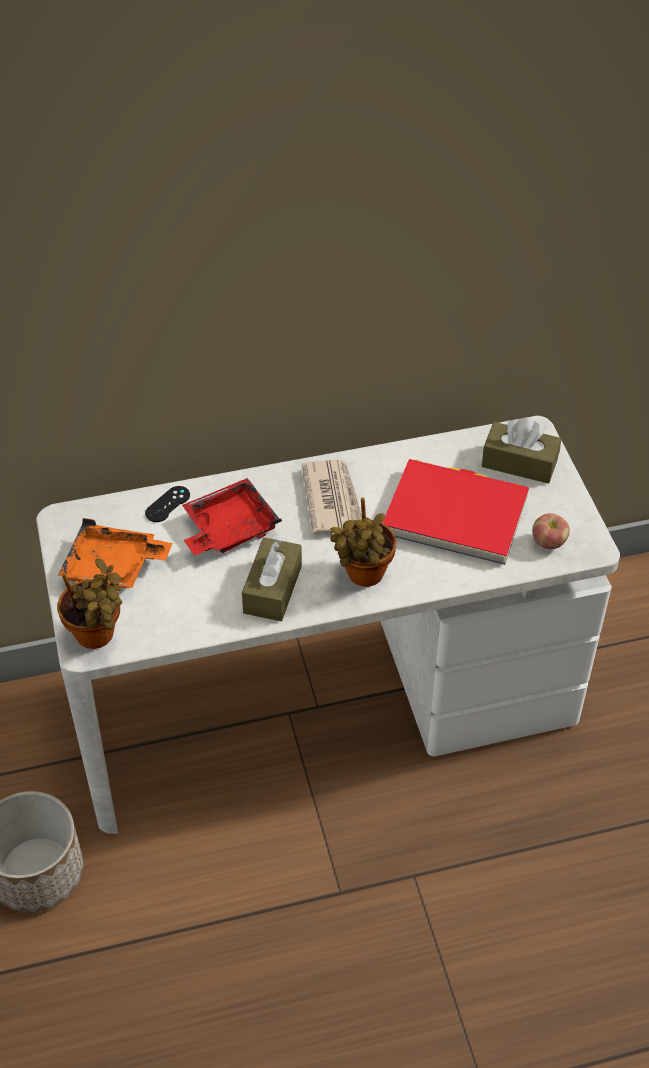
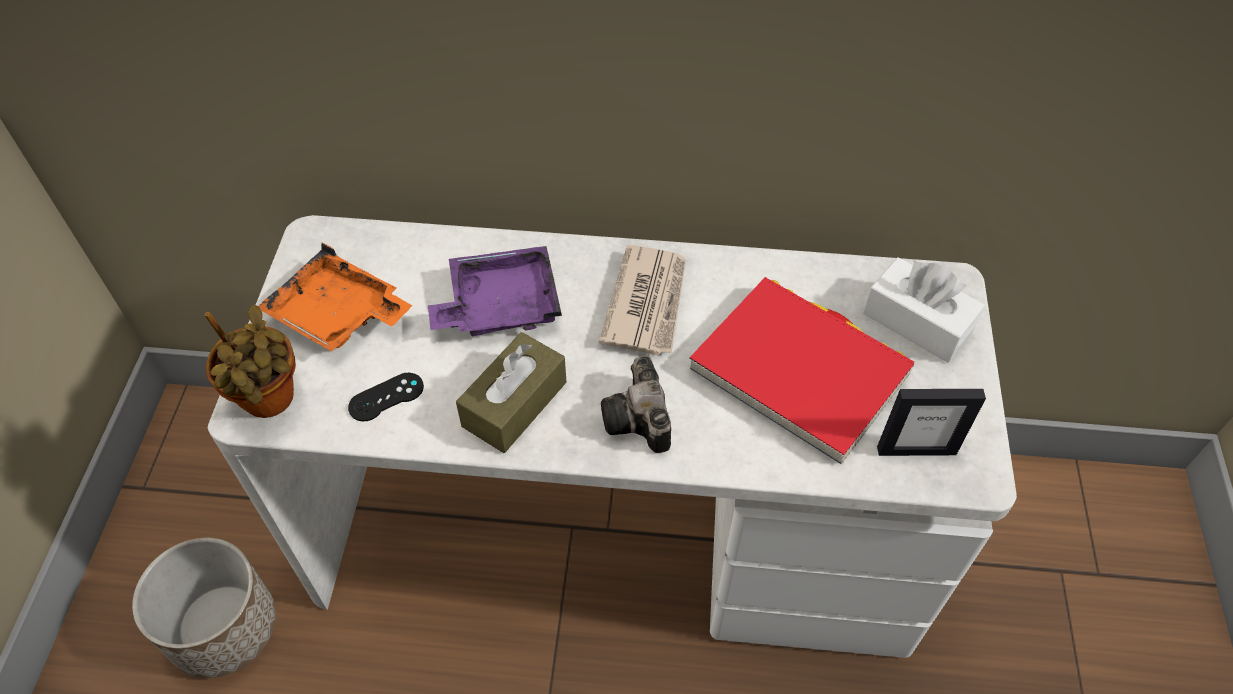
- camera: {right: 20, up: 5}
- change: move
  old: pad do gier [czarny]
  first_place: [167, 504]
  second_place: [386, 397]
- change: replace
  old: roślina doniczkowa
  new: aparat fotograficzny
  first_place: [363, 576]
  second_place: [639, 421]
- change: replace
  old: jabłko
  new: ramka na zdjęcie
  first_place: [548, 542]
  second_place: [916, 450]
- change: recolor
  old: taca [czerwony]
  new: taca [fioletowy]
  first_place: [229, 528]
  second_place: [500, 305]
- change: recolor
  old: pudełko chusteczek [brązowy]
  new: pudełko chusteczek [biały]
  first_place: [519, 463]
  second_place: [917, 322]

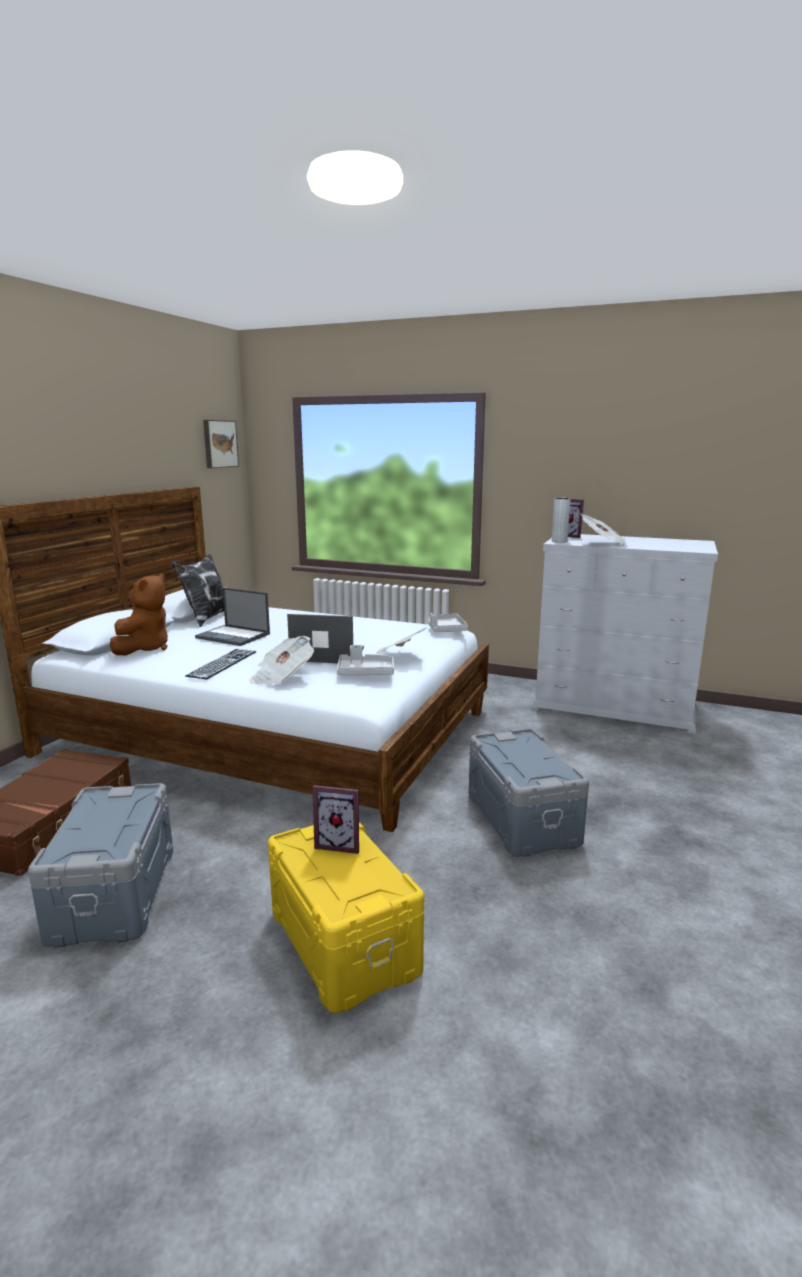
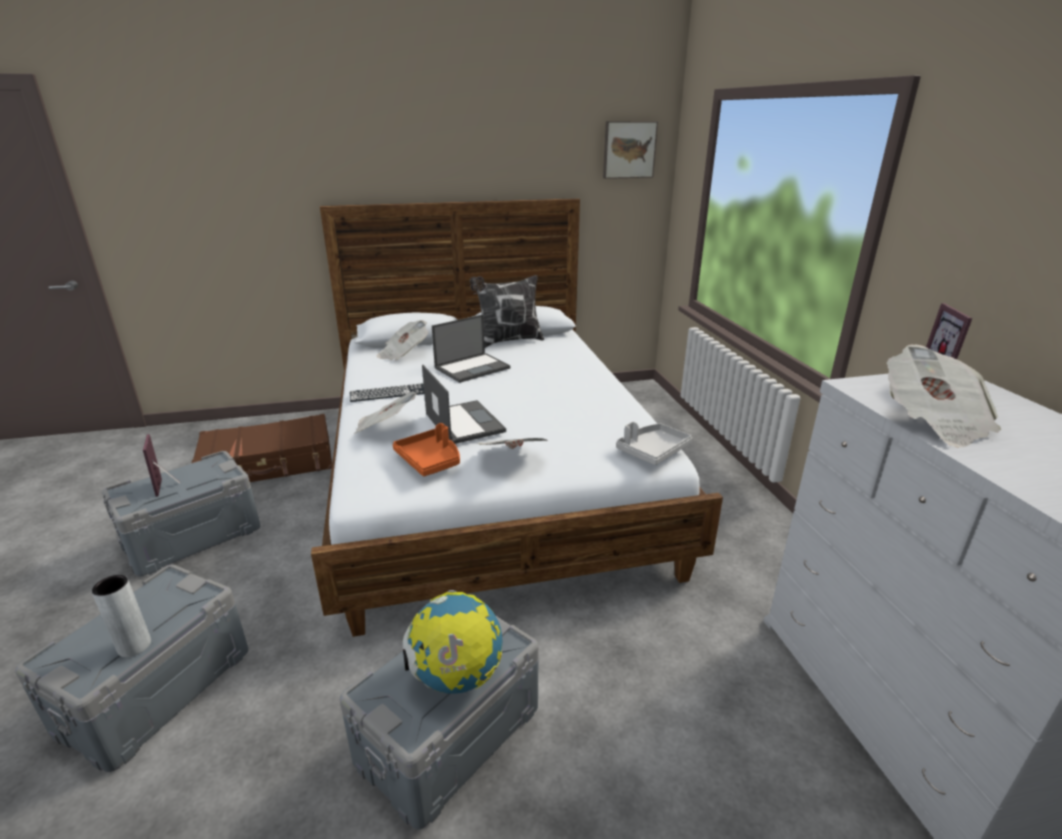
- camera: {right: 55, up: 10}
- change: insert
  new: globus
  second_place: [456, 677]
- change: move
  old: ramka na zdjęcie
  first_place: [340, 843]
  second_place: [169, 485]
- change: move
  old: wazon [szary]
  first_place: [559, 541]
  second_place: [134, 646]
- change: replace
  old: pluszak [brązowy]
  new: gazeta
  first_place: [144, 648]
  second_place: [403, 354]
- change: recolor
  old: pojemnik do przechowywania [żółty]
  new: pojemnik do przechowywania [szary]
  first_place: [341, 942]
  second_place: [155, 689]
- change: recolor
  old: taca [szary]
  new: taca [pomarańczowy]
  first_place: [365, 673]
  second_place: [430, 460]
- change: rotate
  old: laptop
  first_place: [234, 636]
  second_place: [473, 368]
  degrees: -120

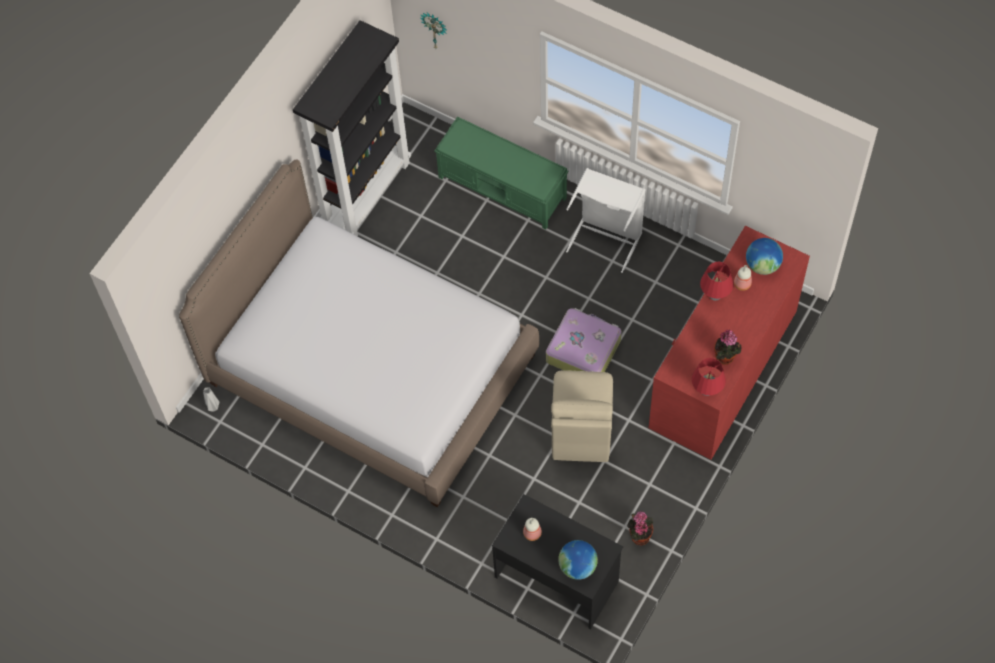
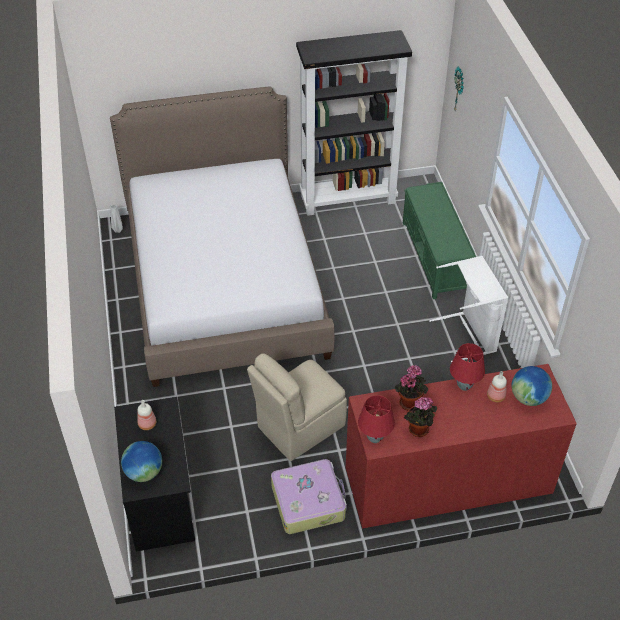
- camera: {right: 45, up: -15}
- change: move
  old: walizka
  first_place: [583, 349]
  second_place: [308, 501]
- change: move
  old: roślina doniczkowa
  first_place: [639, 535]
  second_place: [409, 401]

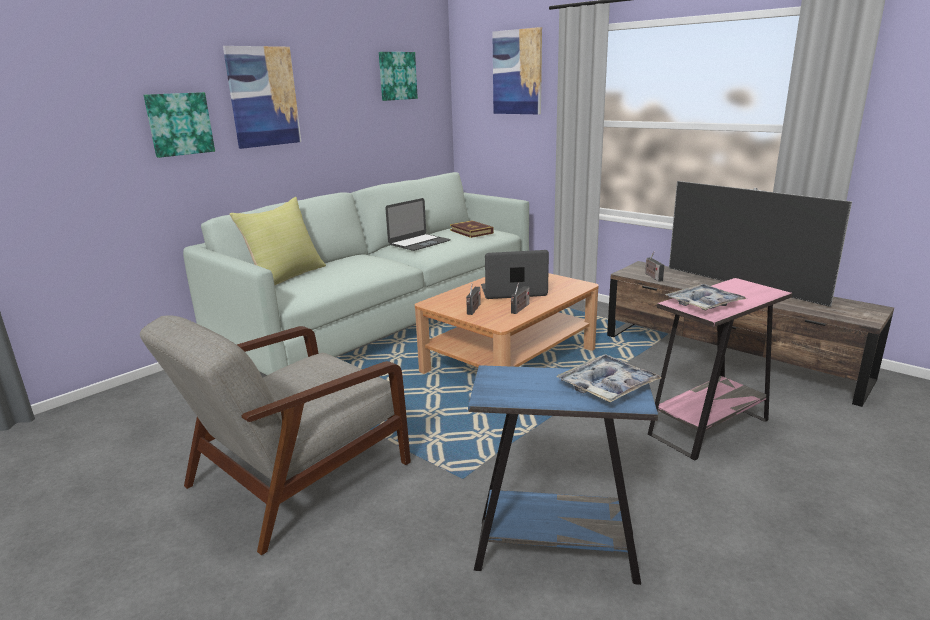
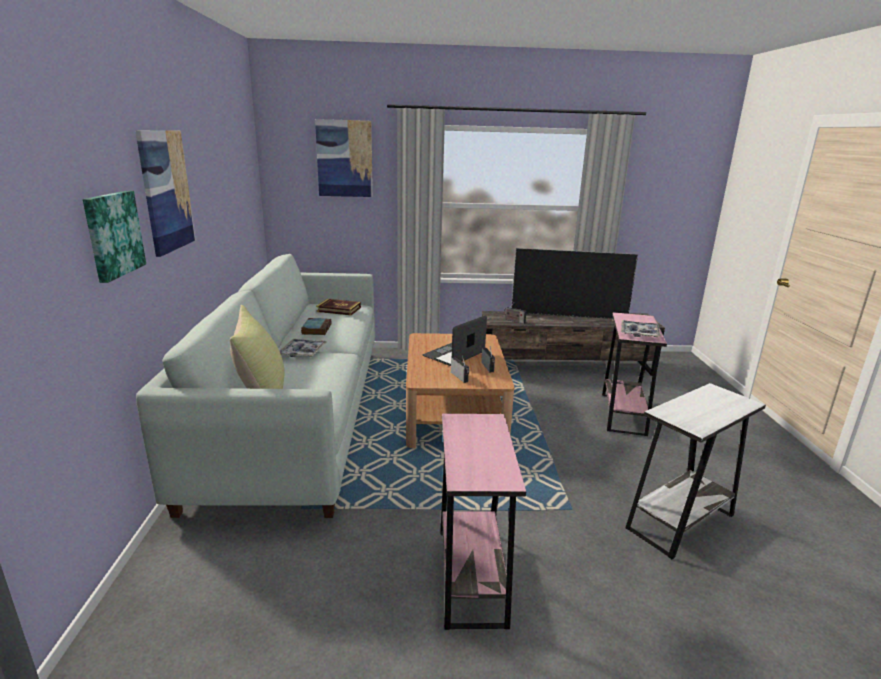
- camera: {right: -45, up: 0}
- change: delete
  old: obraz
  first_place: [397, 76]
- change: move
  old: taca
  first_place: [607, 386]
  second_place: [302, 352]
- change: replace
  old: fotel [szary]
  new: stolik [różowy]
  first_place: [296, 476]
  second_place: [471, 575]
- change: replace
  old: laptop
  new: książka
  first_place: [419, 242]
  second_place: [316, 329]
- change: recolor
  old: stolik [niebieski]
  new: stolik [biały]
  first_place: [556, 550]
  second_place: [680, 521]

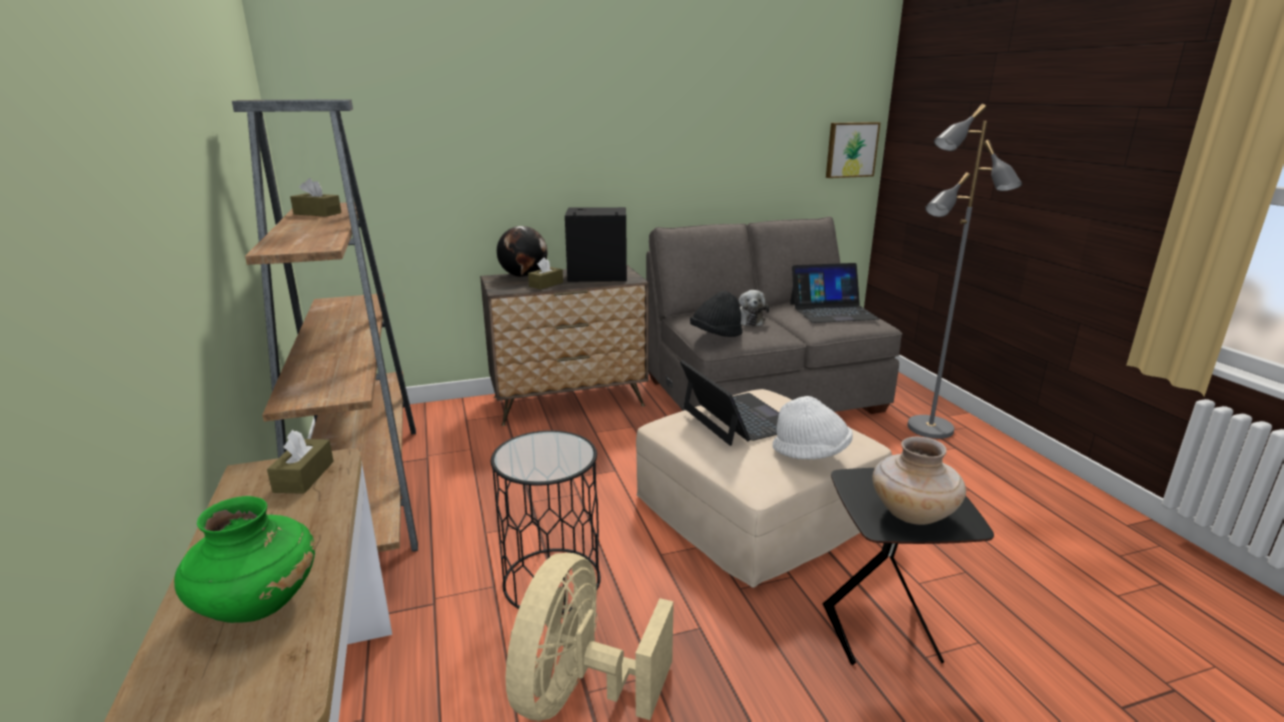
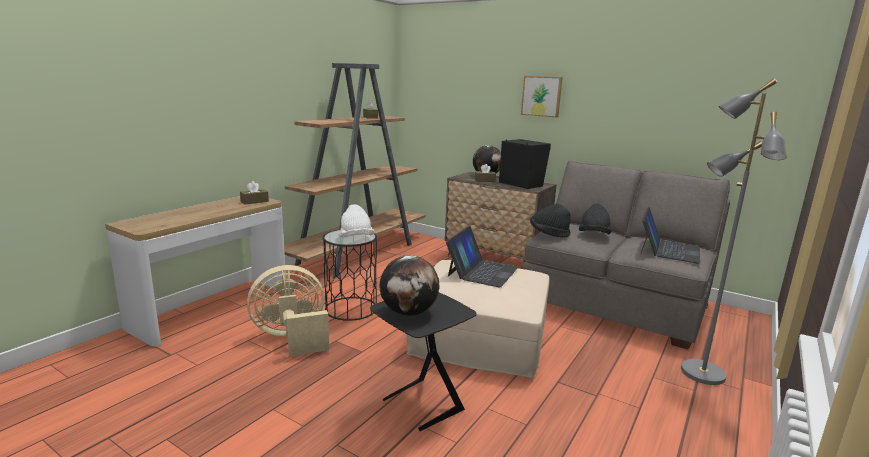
- camera: {right: 50, up: -5}
- change: delete
  old: wazon [zielony]
  first_place: [257, 604]
- change: move
  old: kapelusz [biały]
  first_place: [811, 452]
  second_place: [356, 239]
- change: move
  old: obraz
  first_place: [851, 149]
  second_place: [542, 96]
- change: replace
  old: pluszak
  new: kapelusz [czarny]
  first_place: [749, 320]
  second_place: [594, 235]
- change: replace
  old: wazon [beżowy]
  new: globus
  first_place: [912, 514]
  second_place: [409, 312]
- change: rotate
  old: laptop
  first_place: [832, 311]
  second_place: [669, 249]
  degrees: -105

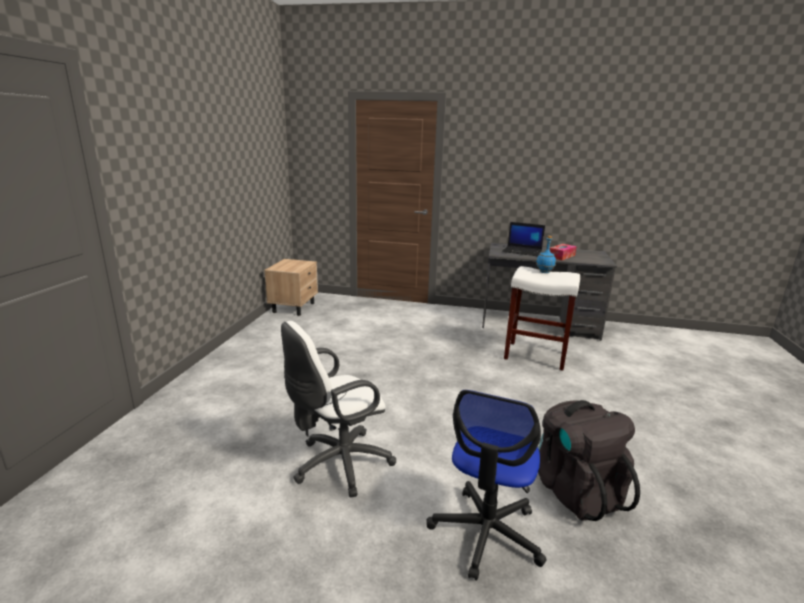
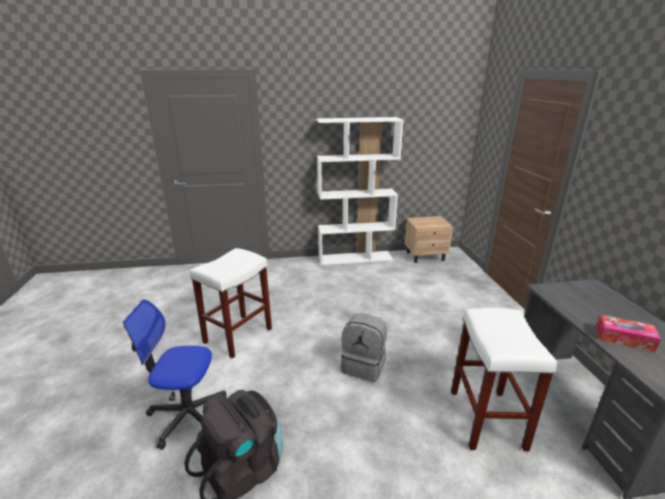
- camera: {right: 70, up: 5}
- change: delete
  old: laptop
  first_place: [522, 251]
- change: delete
  old: butelka [niebieski]
  first_place: [544, 272]
- change: insert
  new: regał [biały]
  second_place: [355, 258]
- change: insert
  new: plecak [szary]
  second_place: [364, 366]
- change: replace
  old: krzesło biurowe [biały]
  new: stołek [biały]
  first_place: [338, 465]
  second_place: [238, 335]

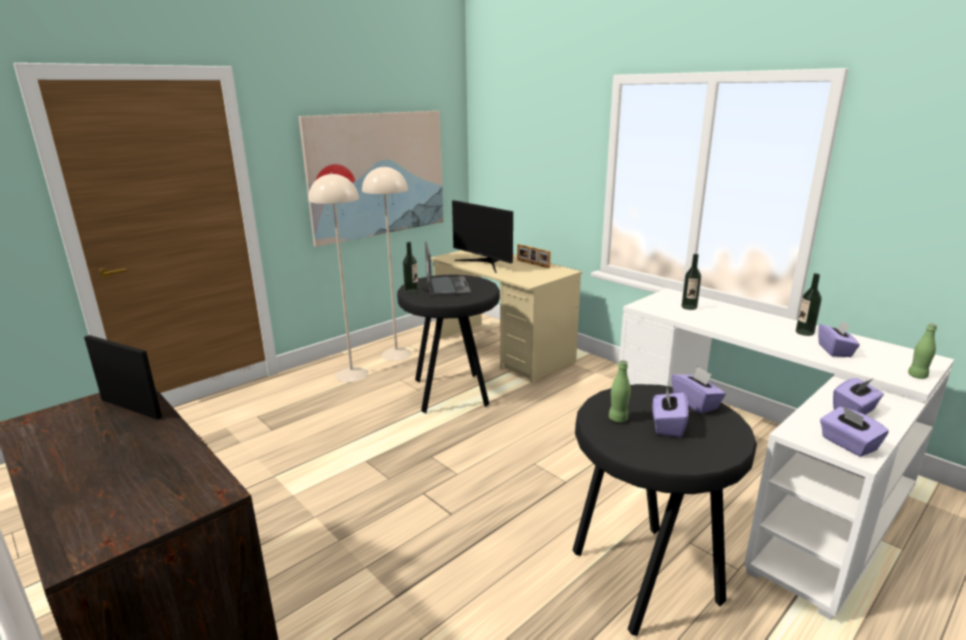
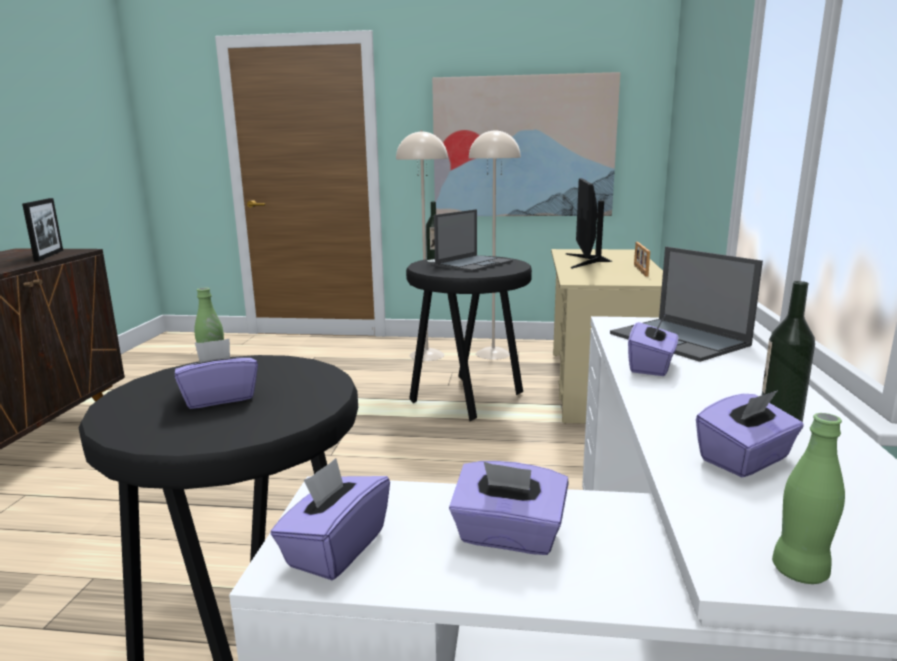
- camera: {right: 50, up: -5}
- change: move
  old: pudełko chusteczek [fioletowy]
  first_place: [696, 403]
  second_place: [651, 366]
- change: replace
  old: butelka
  new: laptop
  first_place: [689, 307]
  second_place: [680, 340]

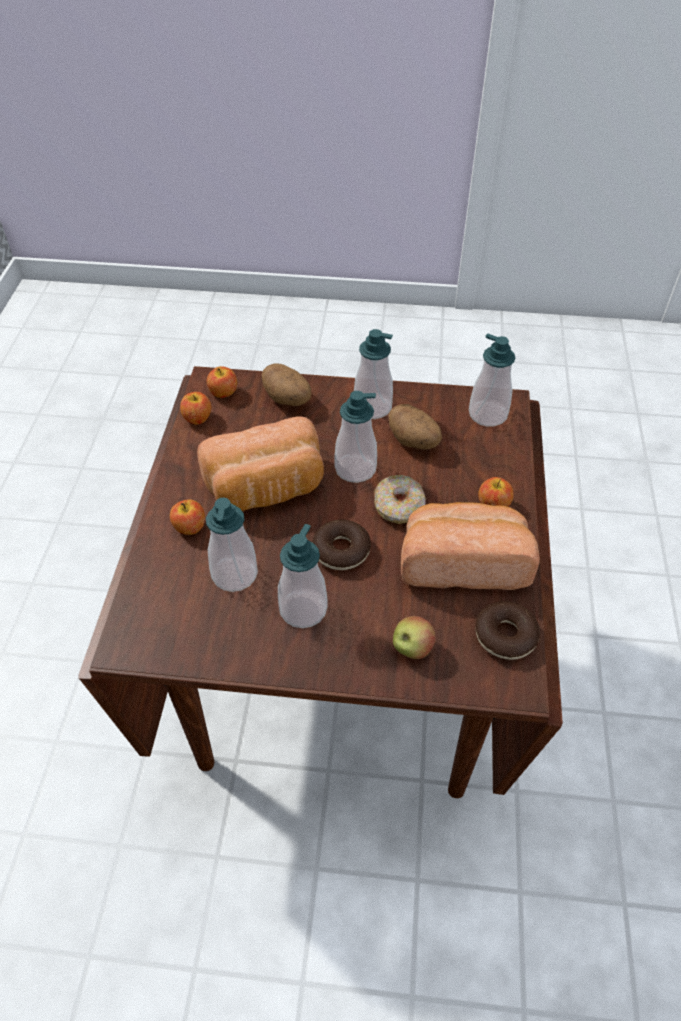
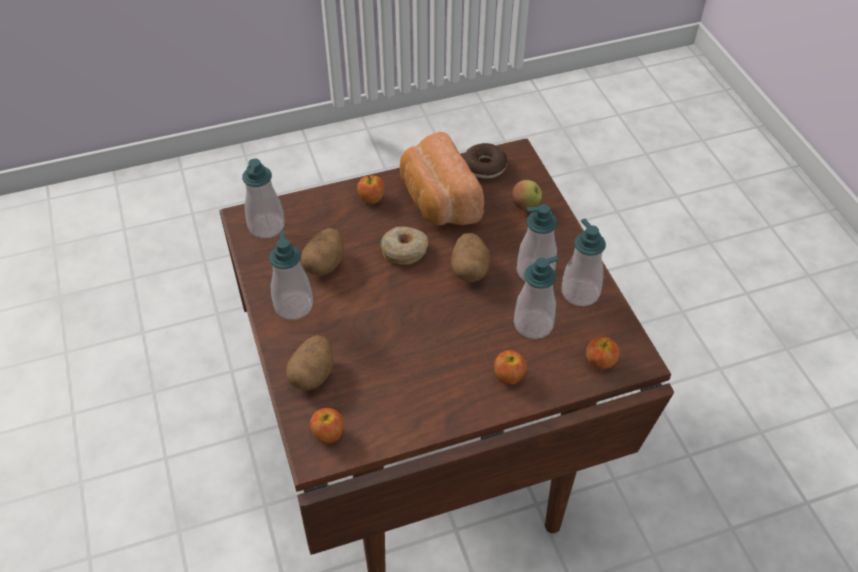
- camera: {right: -115, up: 0}
- change: delete
  old: chleb
  first_place: [267, 489]
- change: move
  old: jabłko
  first_place: [198, 418]
  second_place: [600, 362]
- change: move
  old: dozownik mydła
  first_place: [355, 469]
  second_place: [580, 292]
- change: replace
  old: donut
  new: ziemniak
  first_place: [341, 551]
  second_place: [469, 269]

